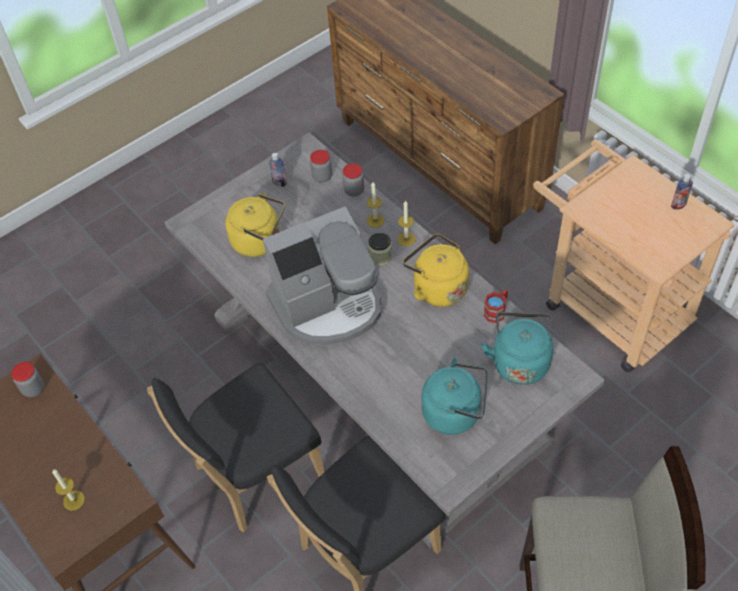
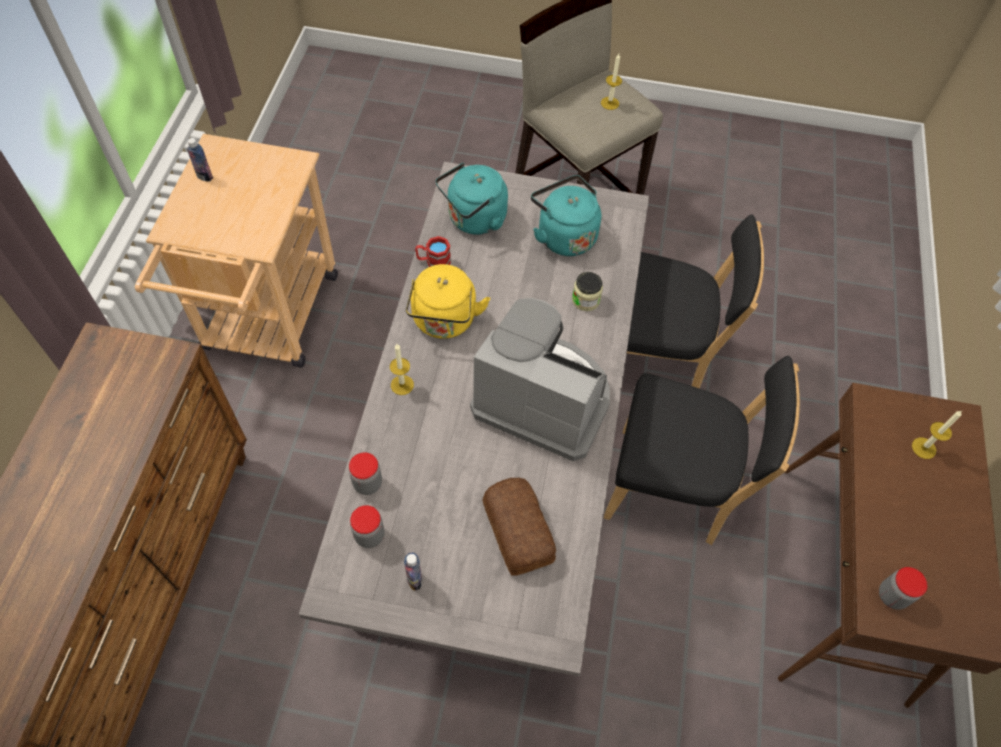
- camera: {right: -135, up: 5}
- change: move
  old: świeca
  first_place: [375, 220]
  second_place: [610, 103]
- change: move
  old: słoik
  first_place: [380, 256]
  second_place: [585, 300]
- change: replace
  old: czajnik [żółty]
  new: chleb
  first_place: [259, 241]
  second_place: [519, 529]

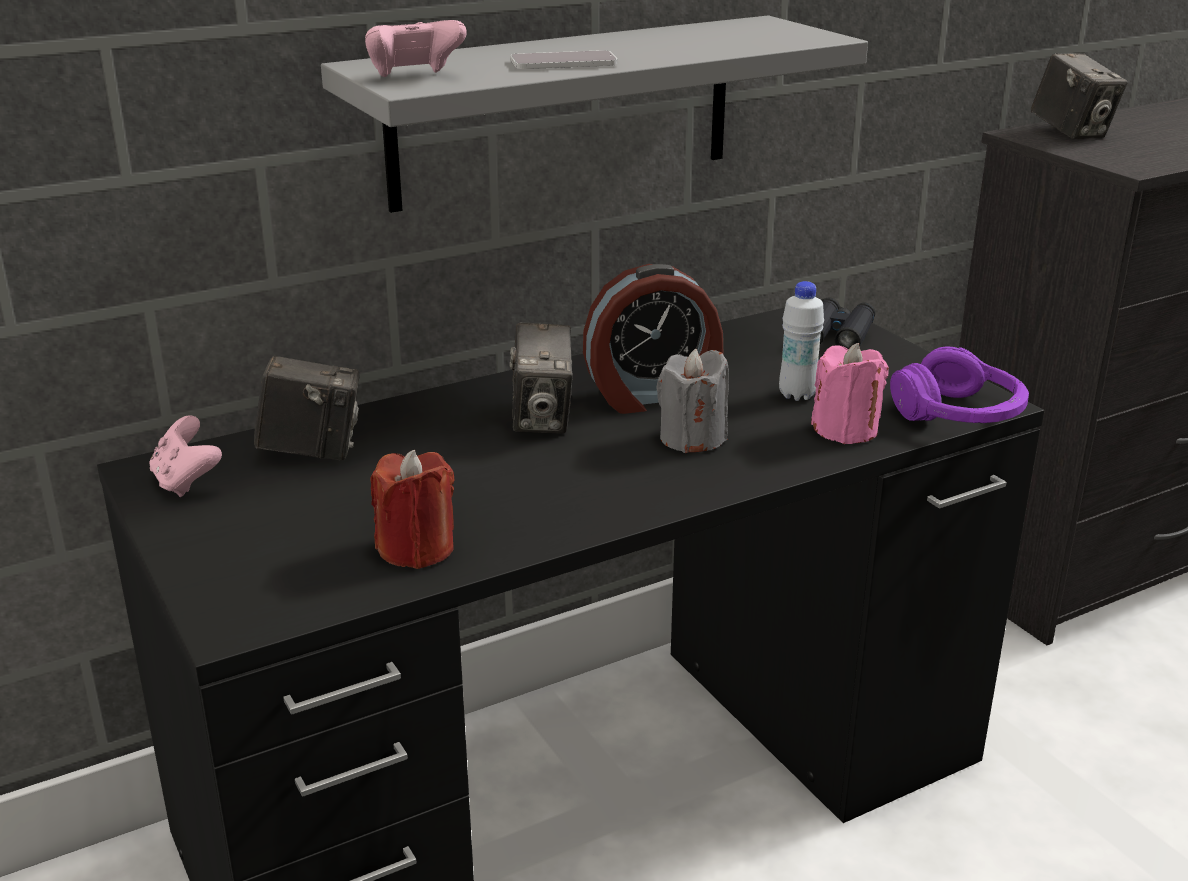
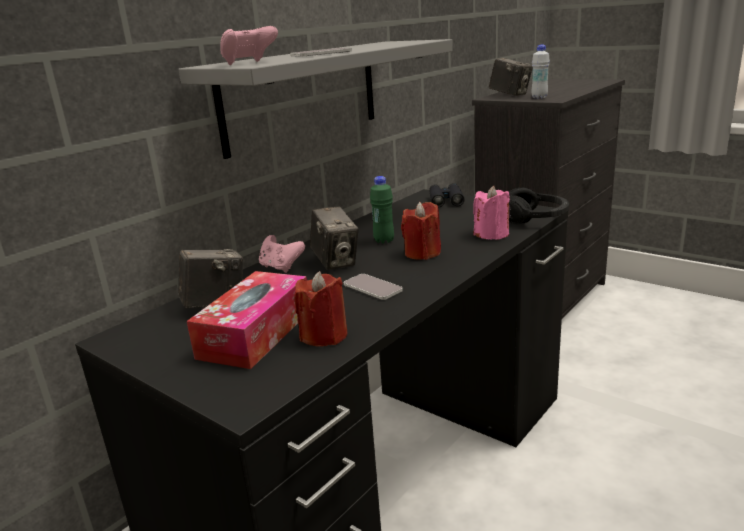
- camera: {right: -20, up: -5}
- change: insert
  new: pudełko chusteczek
  second_place: [256, 333]
- change: insert
  new: telefon
  second_place: [372, 288]
- change: move
  old: pad do gier [różowy]
  first_place: [186, 482]
  second_place: [281, 267]
- change: move
  old: butelka [biały]
  first_place: [797, 395]
  second_place: [539, 98]
- change: replace
  old: budzik
  new: butelka [zielony]
  first_place: [653, 396]
  second_place: [384, 241]
- change: recolor
  old: świeca [szary]
  new: świeca [czerwony]
  first_place: [692, 438]
  second_place: [422, 253]
- change: recolor
  old: słuchawki [fioletowy]
  new: słuchawki [czarny]
  first_place: [959, 414]
  second_place: [535, 218]

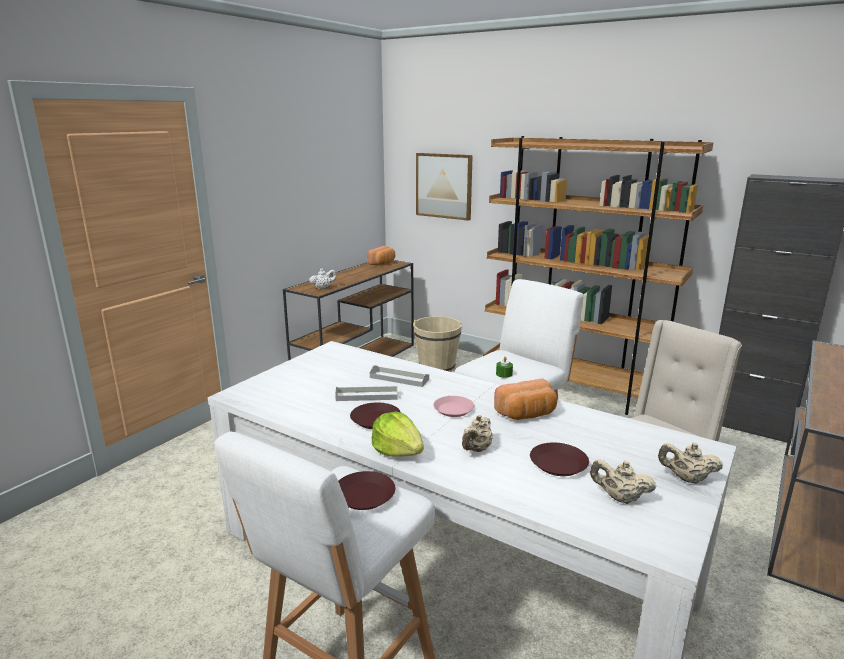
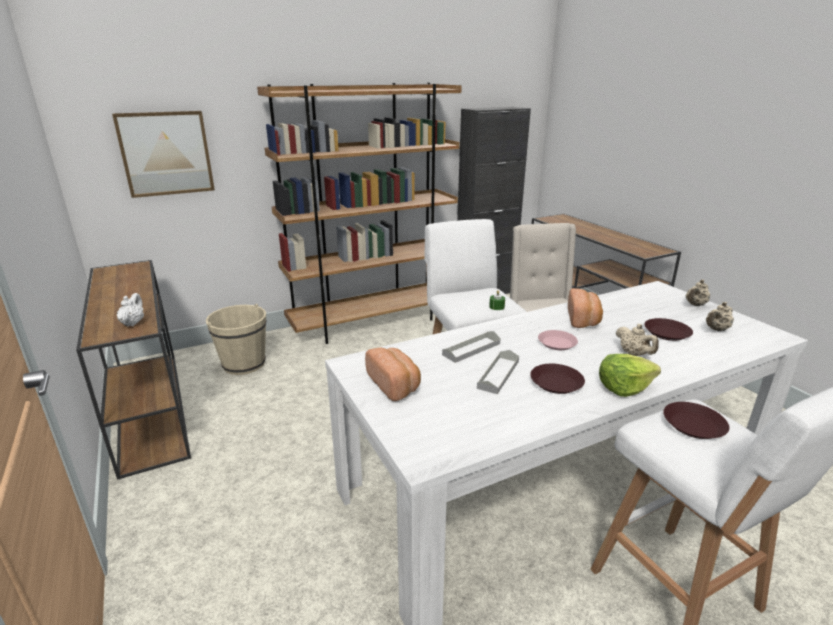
- camera: {right: -60, up: 5}
- change: move
  old: chleb
  first_place: [382, 263]
  second_place: [394, 384]

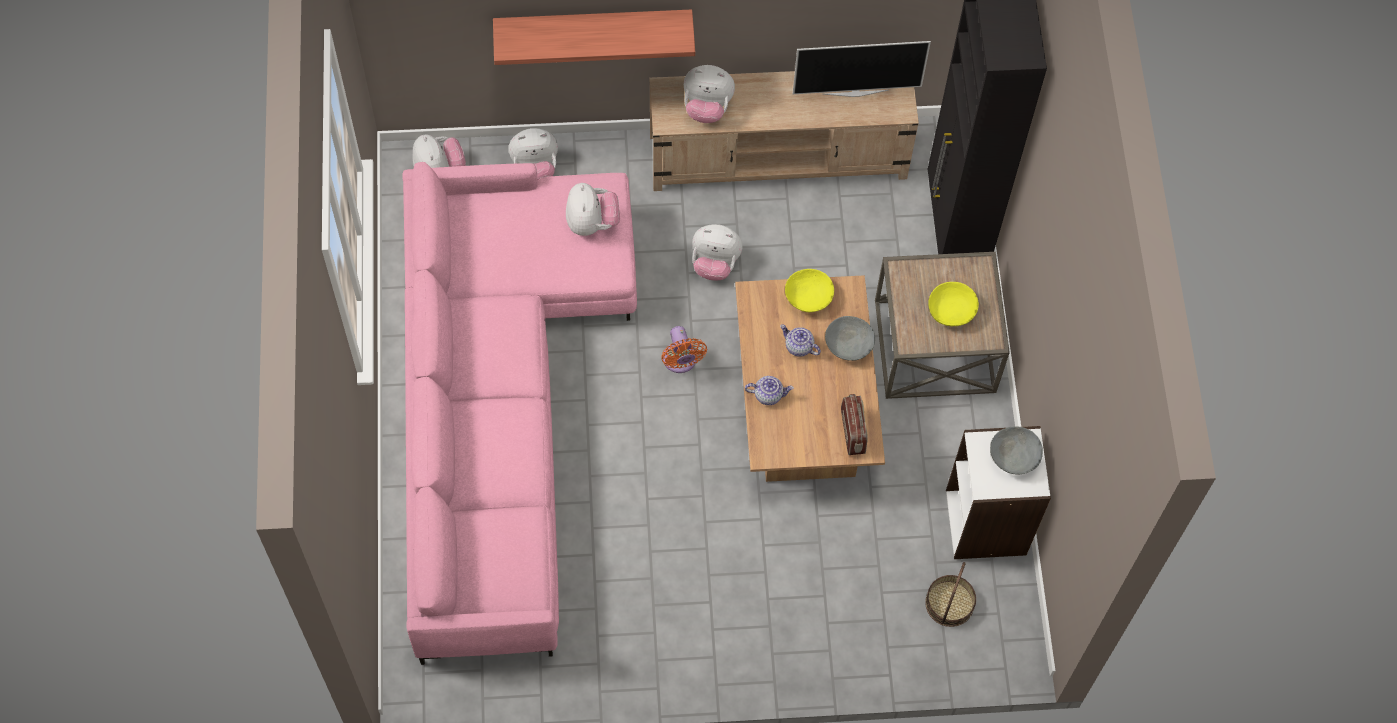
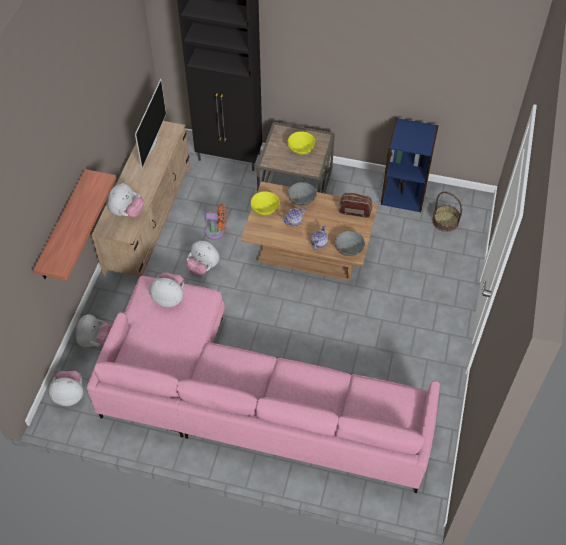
- camera: {right: -70, up: -10}
- change: move
  old: wentylator [pomarańczowy]
  first_place: [680, 361]
  second_place: [216, 231]
- change: move
  old: miska [szary]
  first_place: [1013, 458]
  second_place: [349, 249]
- change: recolor
  old: regał [biały]
  new: regał [niebieski]
  first_place: [987, 522]
  second_place: [404, 193]
- change: rotate
  old: pluszak
  first_place: [715, 263]
  second_place: [203, 267]
  degrees: 90

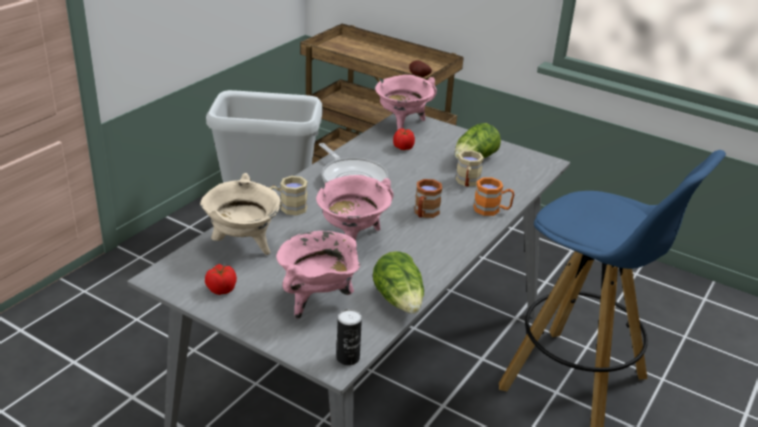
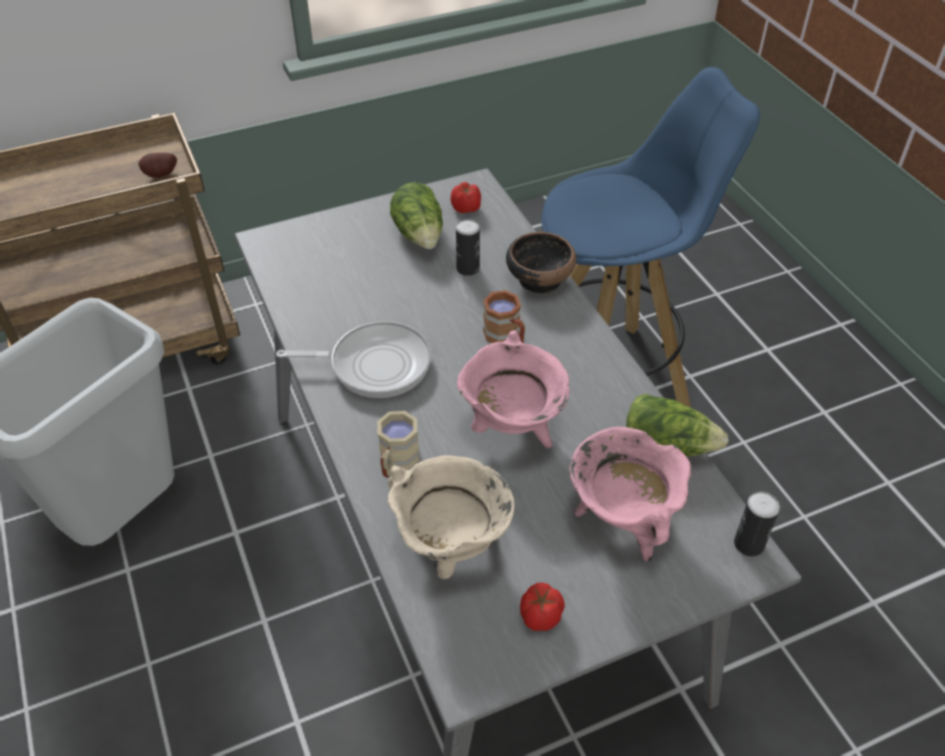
- camera: {right: -55, up: 15}
- change: delete
  old: garnek [różowy]
  first_place: [402, 124]
- change: move
  old: pomidor
  first_place: [403, 148]
  second_place: [466, 208]
- change: replace
  old: kubek [beżowy]
  new: puszka
  first_place: [467, 183]
  second_place: [467, 268]
- change: replace
  old: kubek [pomarańczowy]
  new: miska
  first_place: [492, 210]
  second_place: [539, 279]

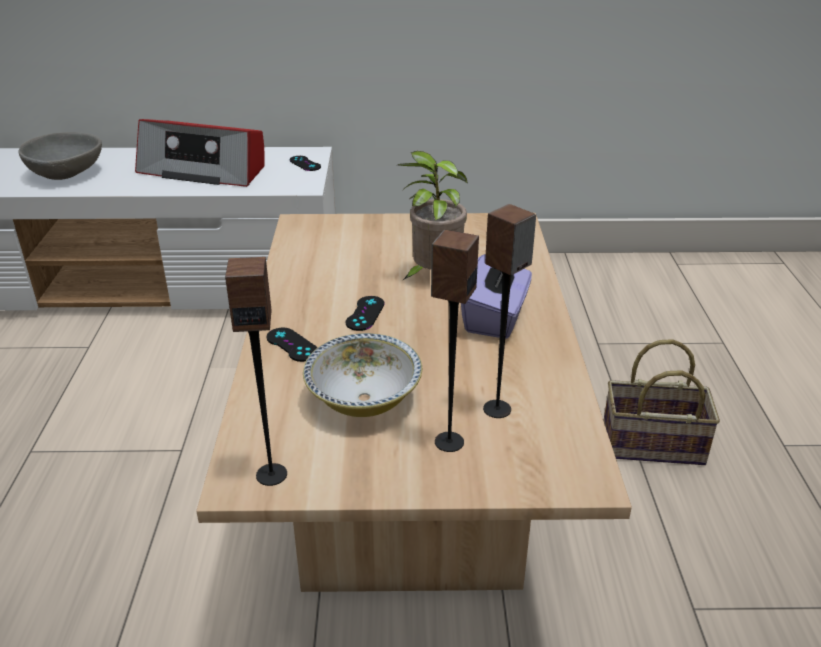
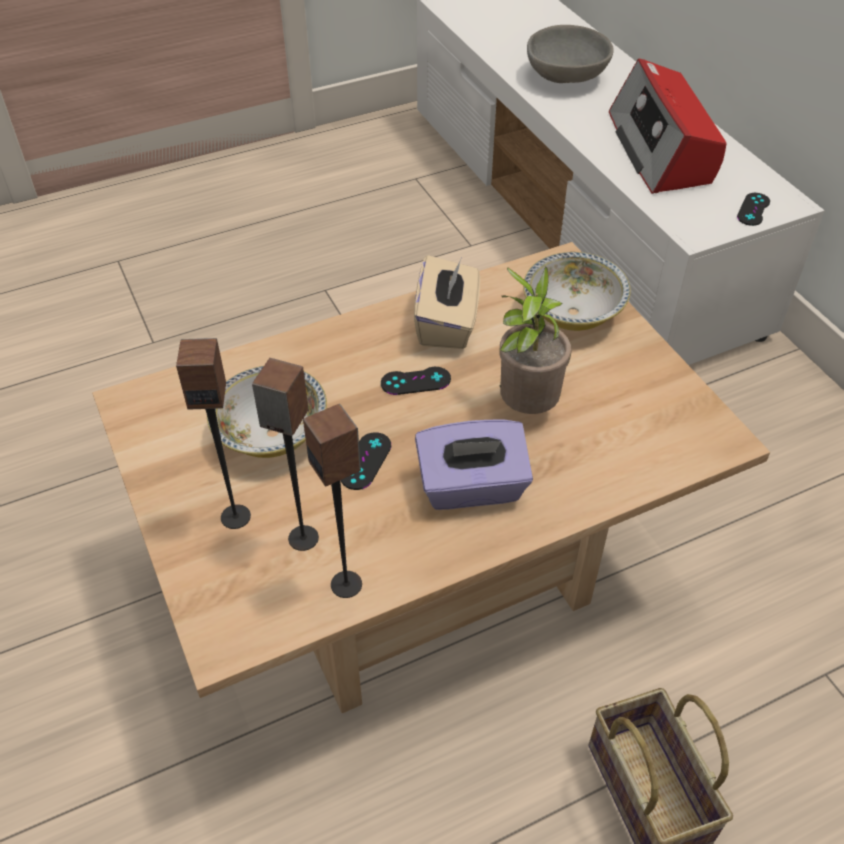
- camera: {right: 65, up: 15}
- change: insert
  new: pudełko chusteczek [beżowy]
  second_place: [447, 324]
- change: insert
  new: miska
  second_place: [572, 313]
- change: move
  old: głośnik
  first_place: [271, 474]
  second_place: [347, 584]
- change: move
  old: pad do gier [czarny]
  first_place: [292, 345]
  second_place: [366, 461]

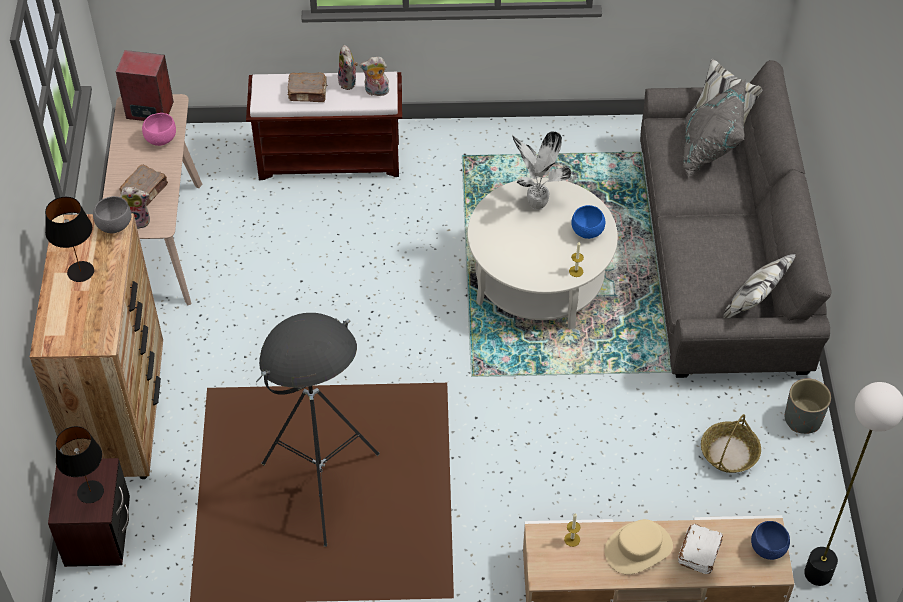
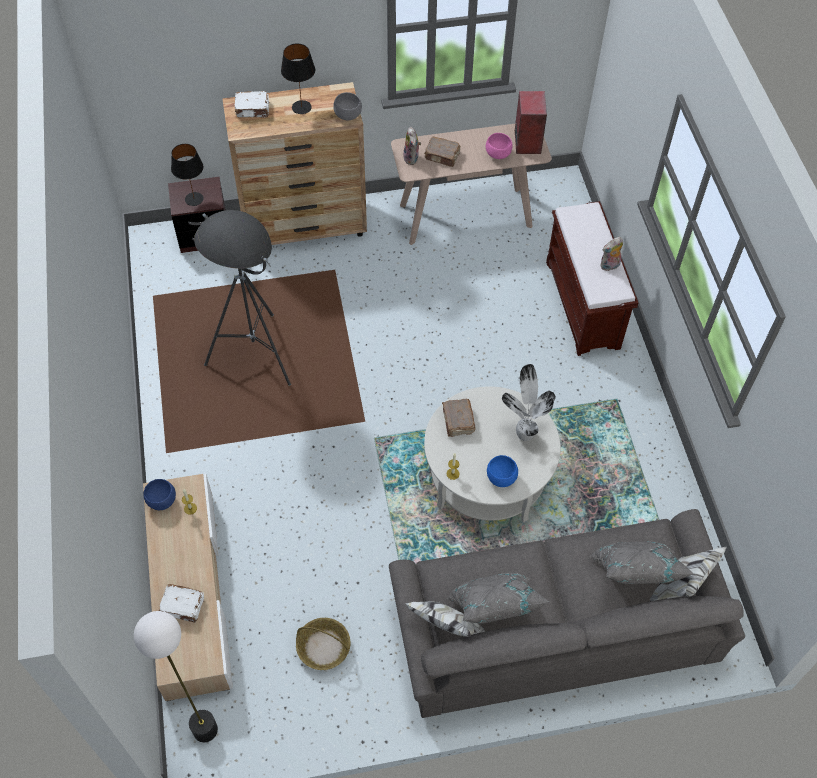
- camera: {right: 80, up: 5}
- change: delete
  old: pluszak
  first_place: [376, 92]
- change: delete
  old: kapelusz [beżowy]
  first_place: [638, 548]
- change: delete
  old: donica [szary]
  first_place: [803, 419]
- change: insert
  new: książka [biały]
  second_place: [253, 110]
- change: insert
  new: poduszka [szary]
  second_place: [494, 610]
- change: move
  old: książka [brązowy]
  first_place: [308, 93]
  second_place: [458, 422]
- change: move
  old: miska [niebieski]
  first_place: [769, 549]
  second_place: [162, 502]

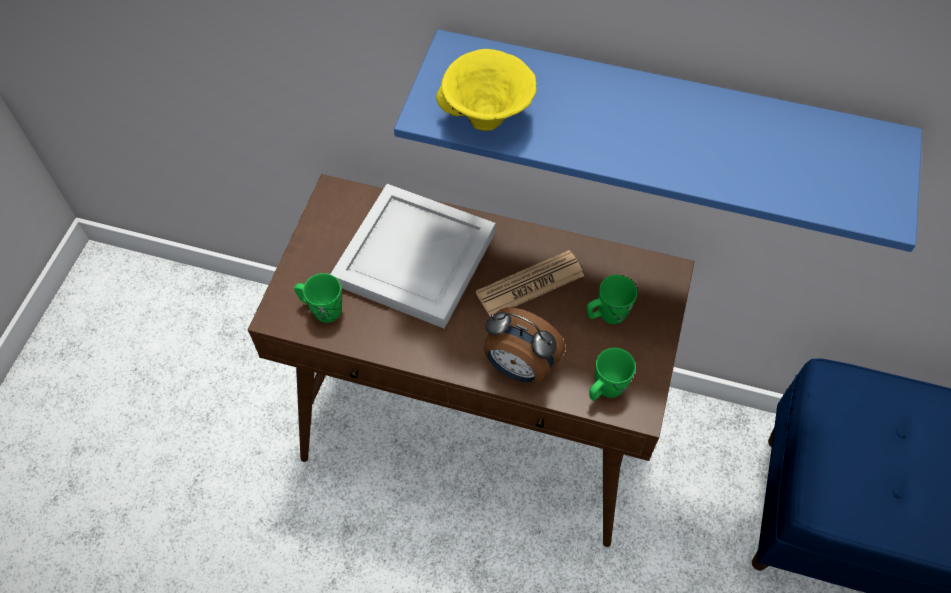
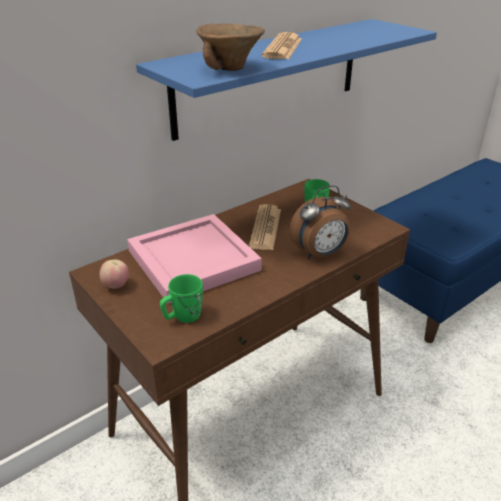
- camera: {right: -55, up: -25}
- change: delete
  old: kubek [zielony]
  first_place: [605, 389]
- change: insert
  new: jabłko
  second_place: [116, 286]
- change: insert
  new: gazeta
  second_place: [283, 48]
- change: recolor
  old: taca [biały]
  new: taca [różowy]
  first_place: [412, 259]
  second_place: [192, 261]
- change: recolor
  old: miska [żółty]
  new: miska [brązowy]
  first_place: [486, 119]
  second_place: [231, 69]

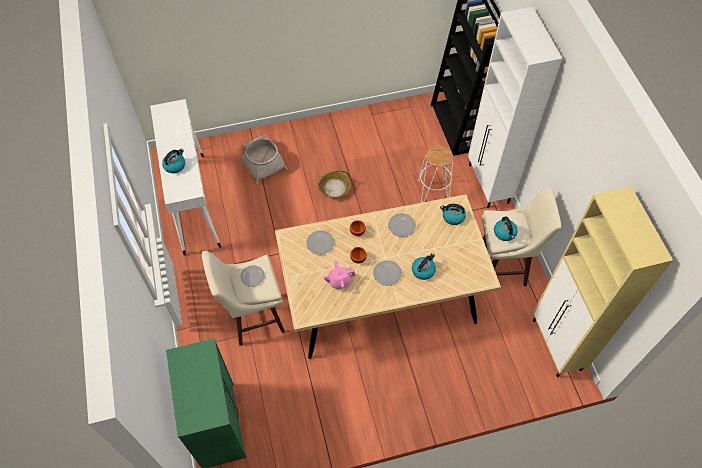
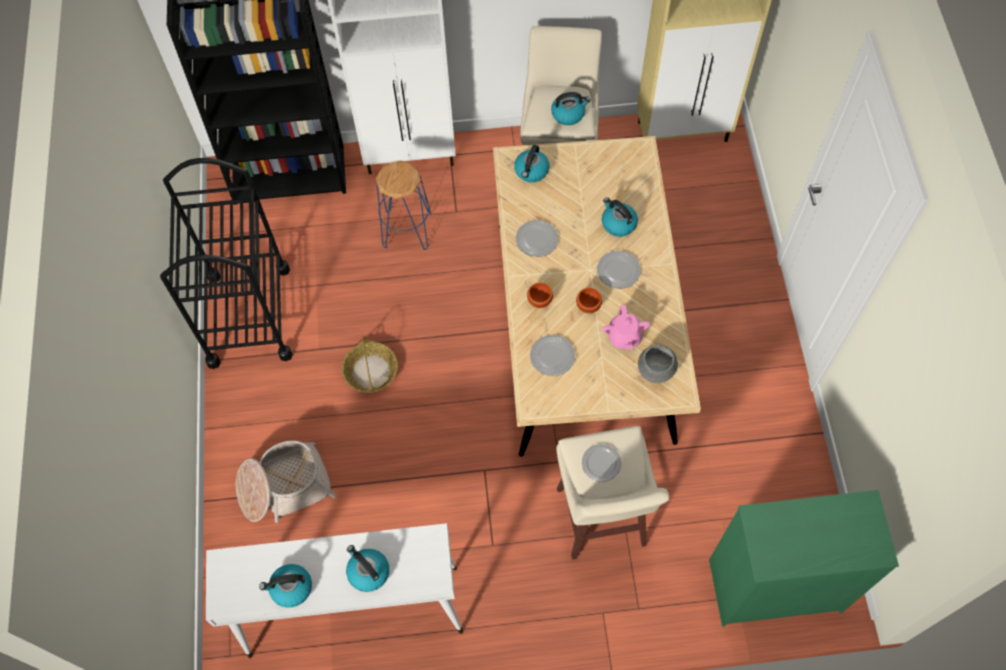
- camera: {right: -80, up: 5}
- change: insert
  new: wózek [czarny]
  second_place: [249, 315]
- change: insert
  new: czajnik
  second_place: [291, 588]
- change: insert
  new: miska [szary]
  second_place: [656, 369]
- change: recolor
  old: stołek [biały]
  new: stołek [niebieski]
  first_place: [433, 190]
  second_place: [407, 229]

